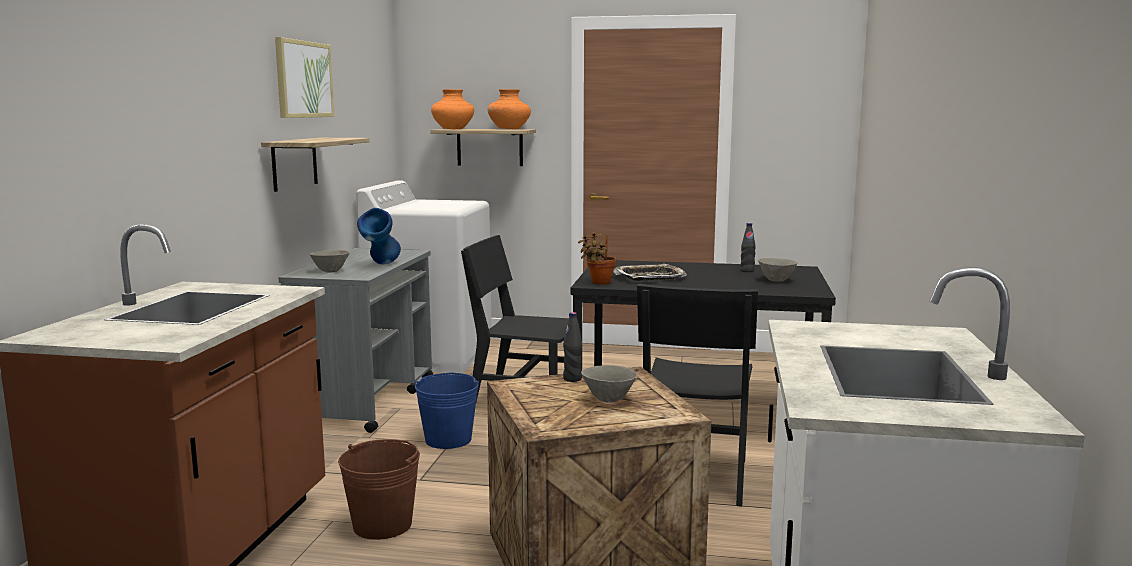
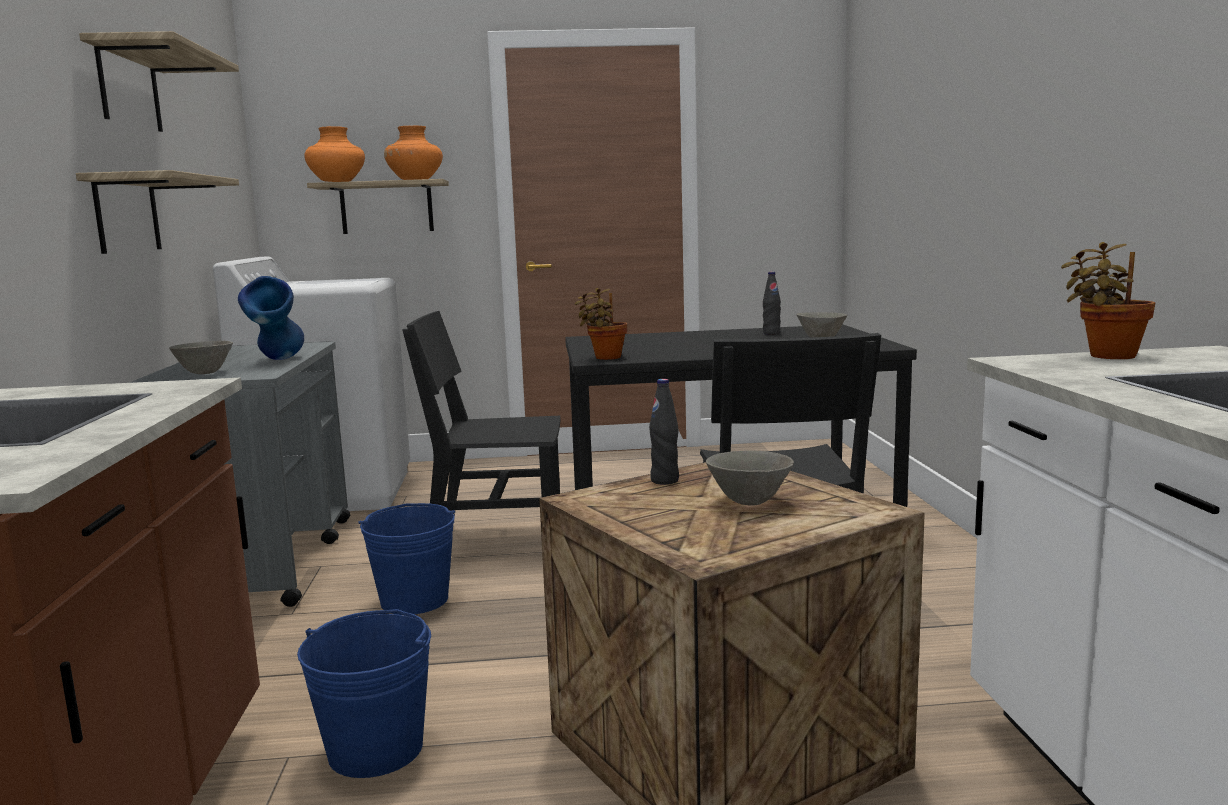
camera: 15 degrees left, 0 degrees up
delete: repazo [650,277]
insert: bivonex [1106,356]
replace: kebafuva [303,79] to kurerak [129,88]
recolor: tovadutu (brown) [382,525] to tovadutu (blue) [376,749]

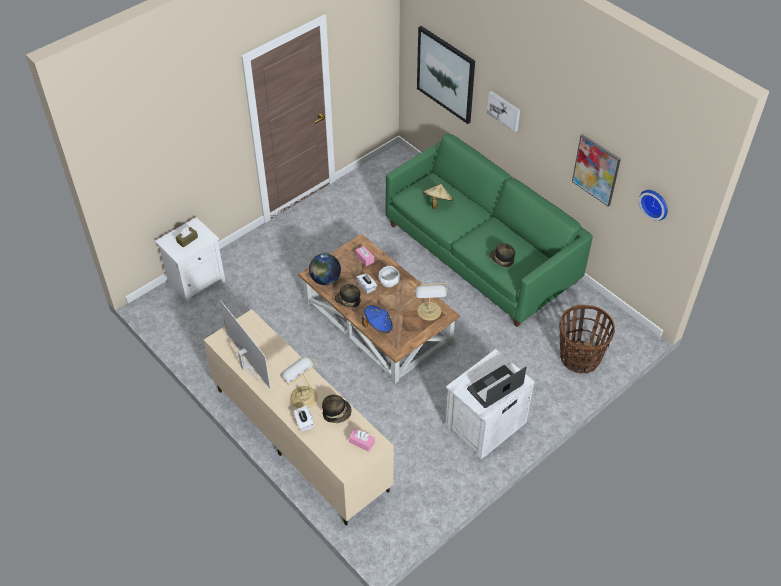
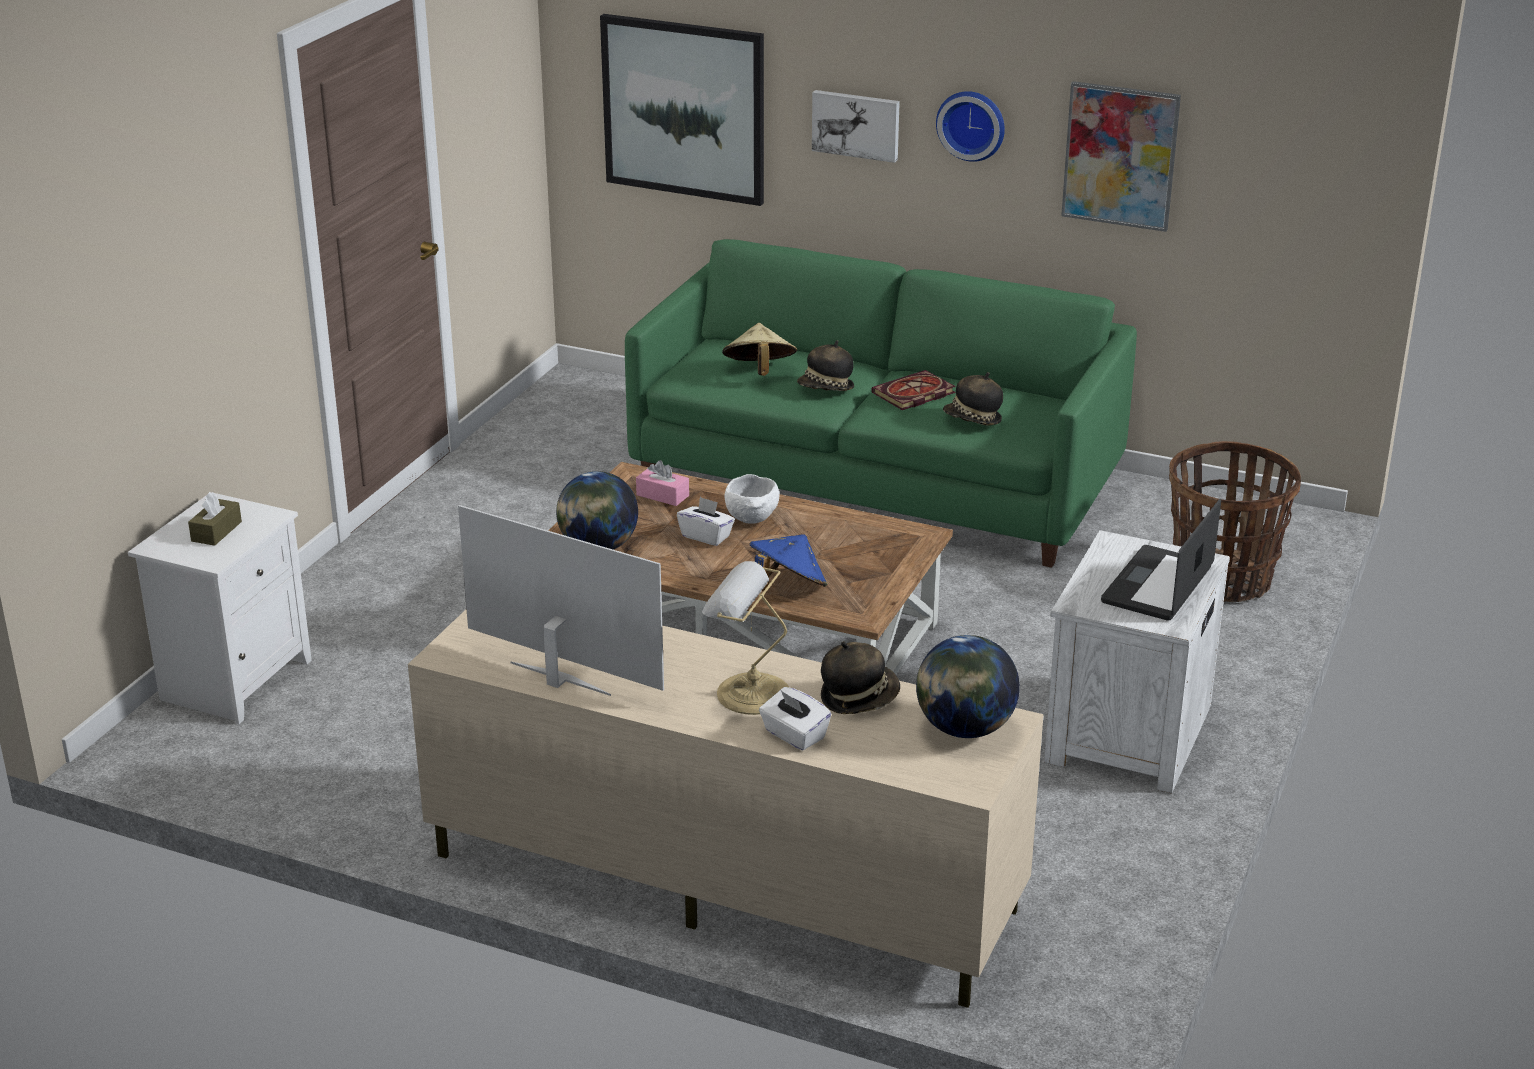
camera: 25 degrees left, 20 degrees down
delete: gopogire [429,312]
insert: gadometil [913,394]
move: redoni [348,301] to [826,389]; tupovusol [655,203] to [972,124]
replace: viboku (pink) [361,442] to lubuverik [964,729]

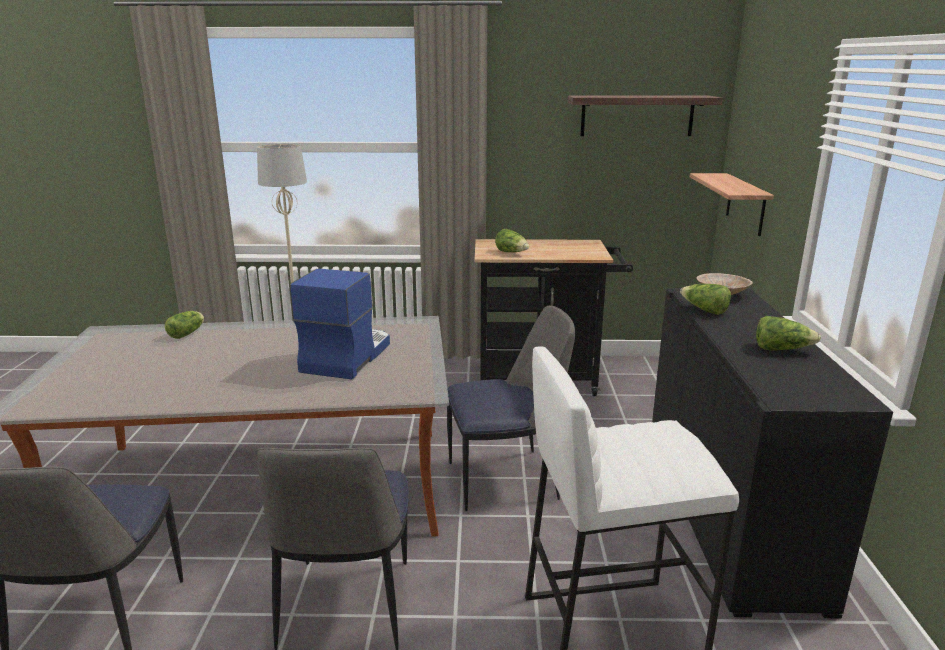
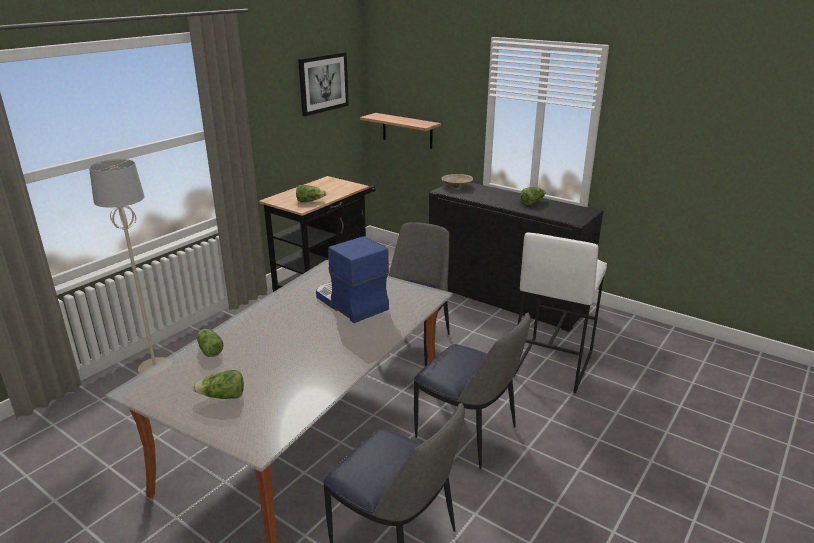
camera: 55 degrees left, 5 degrees up
move: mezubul [704,310] to [223,397]
replace: kurerak [637,116] to kebafuva [323,83]

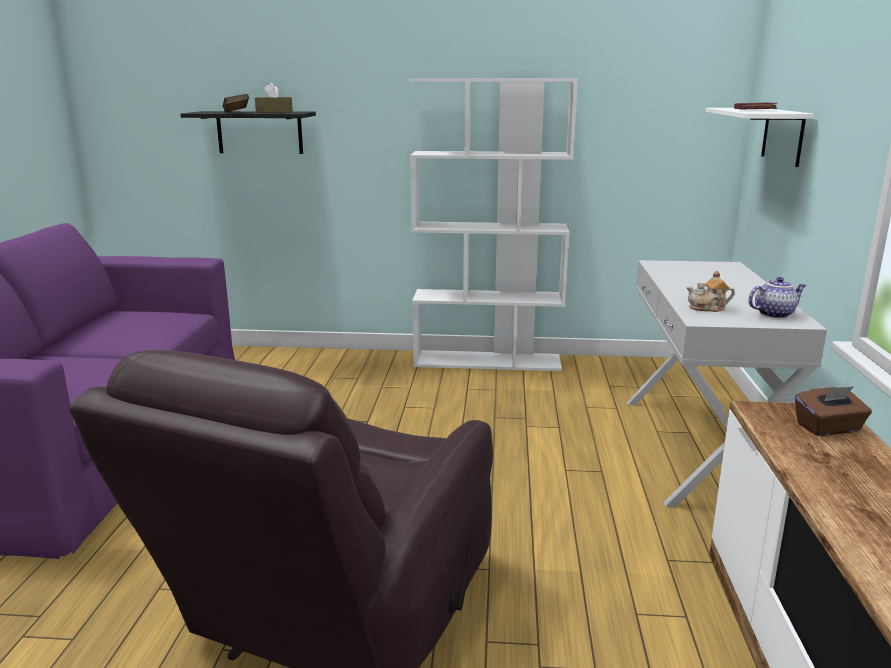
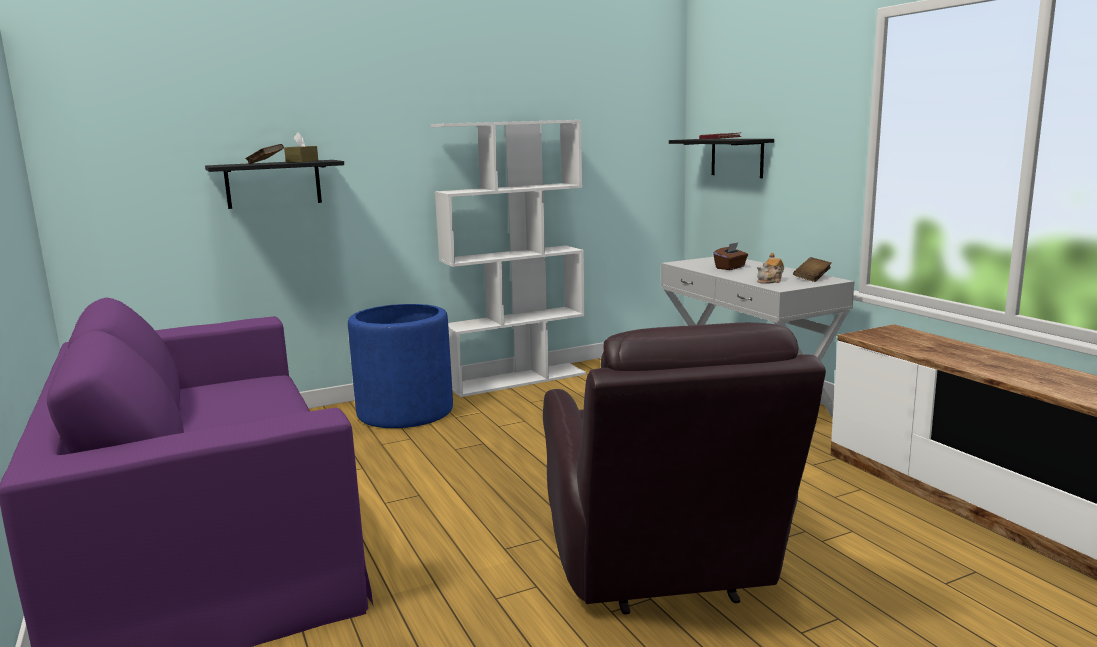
camera: 30 degrees left, 5 degrees down
insert: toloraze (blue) [405,412]
move: viboku (brown) [828,428] to [730,268]
replace: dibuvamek [774,314] to gadometil (brown) [812,278]
recolor: kurerak (white) [783,136] to kurerak (black) [737,157]

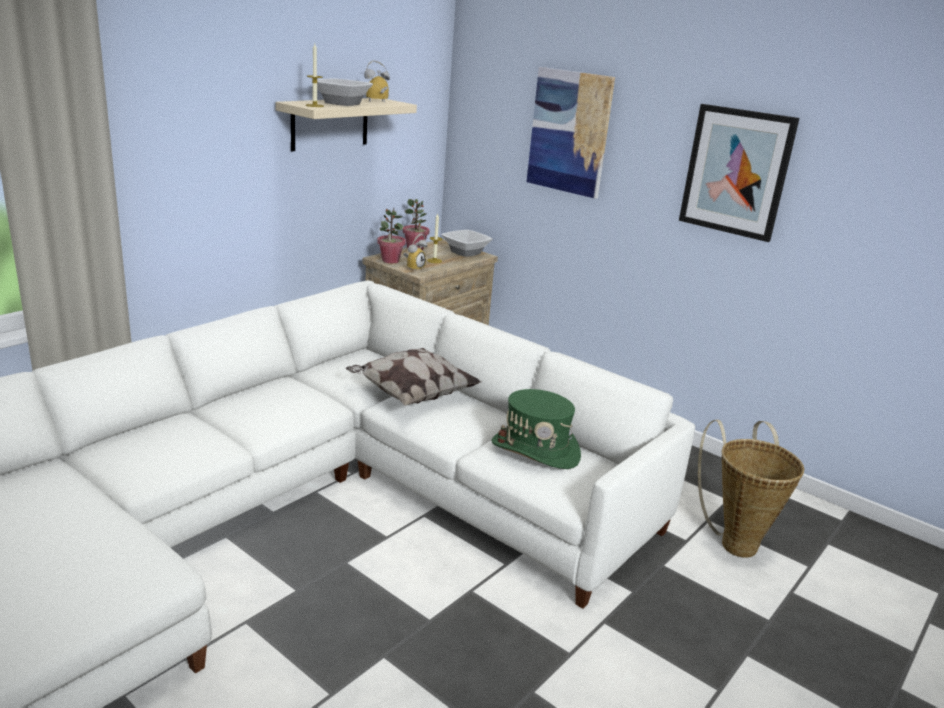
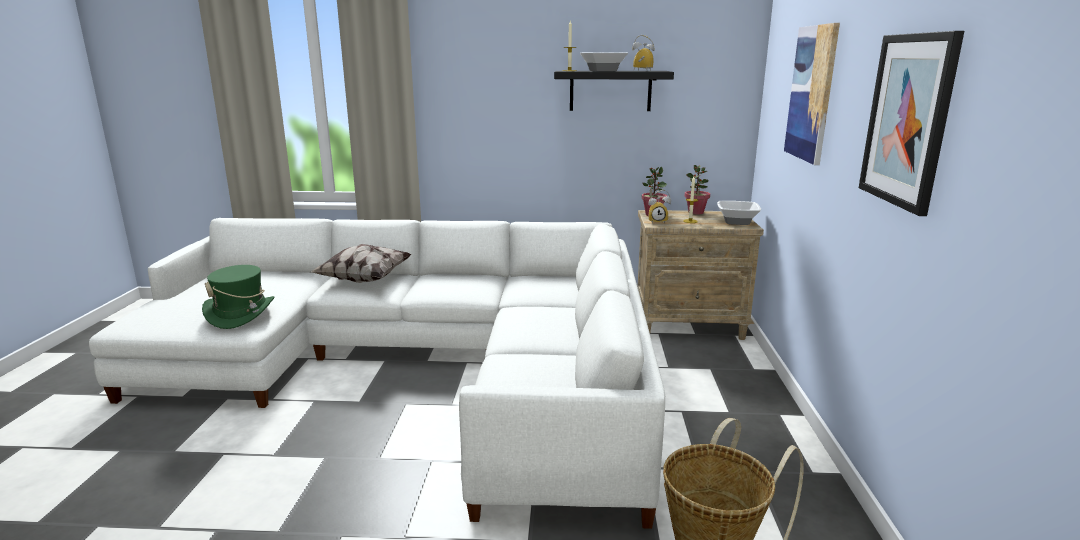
camera: 55 degrees right, 5 degrees down
move: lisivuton [411,395] to [364,279]; redoni (green) [535,450] to [241,314]
recolor: kurerak (beige) [330,123] to kurerak (black) [610,90]

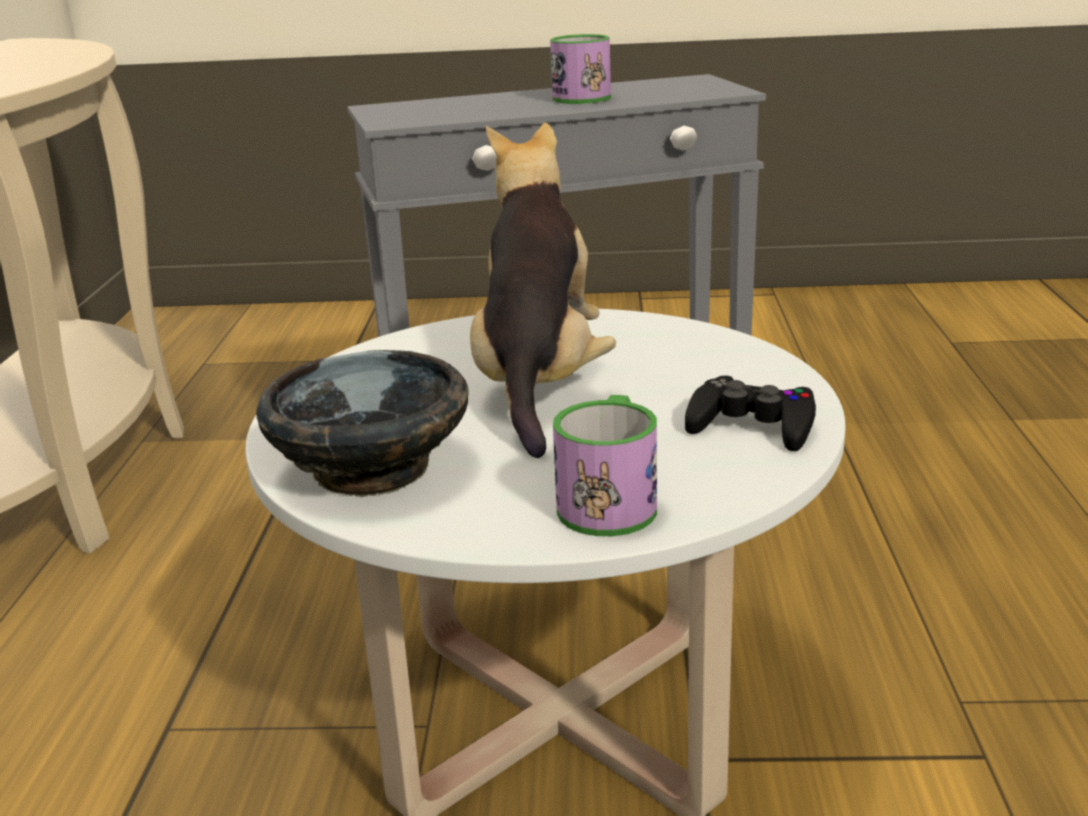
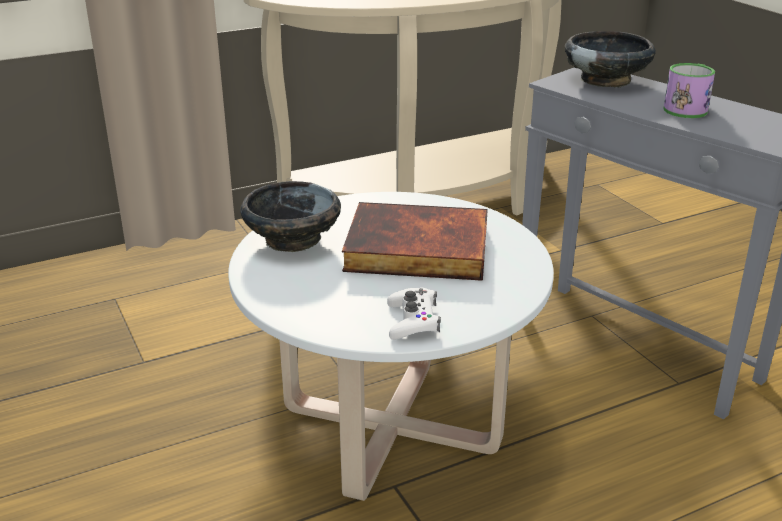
camera: 60 degrees right, 5 degrees up
delete: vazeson [610,500]
insert: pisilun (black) [606,80]
replace: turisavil [539,383] to gadometil [416,250]
recolor: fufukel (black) [752,425] to fufukel (white) [413,320]

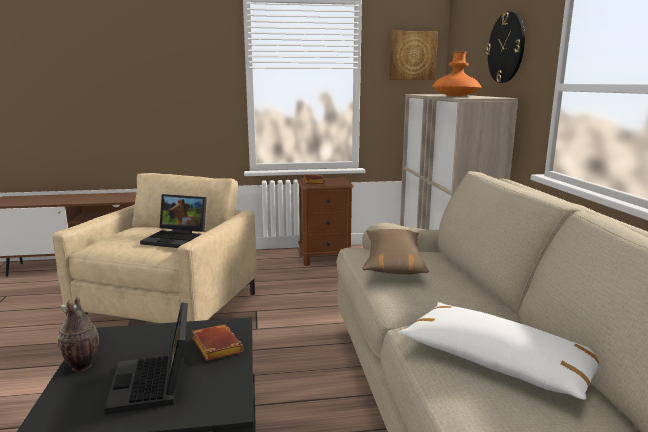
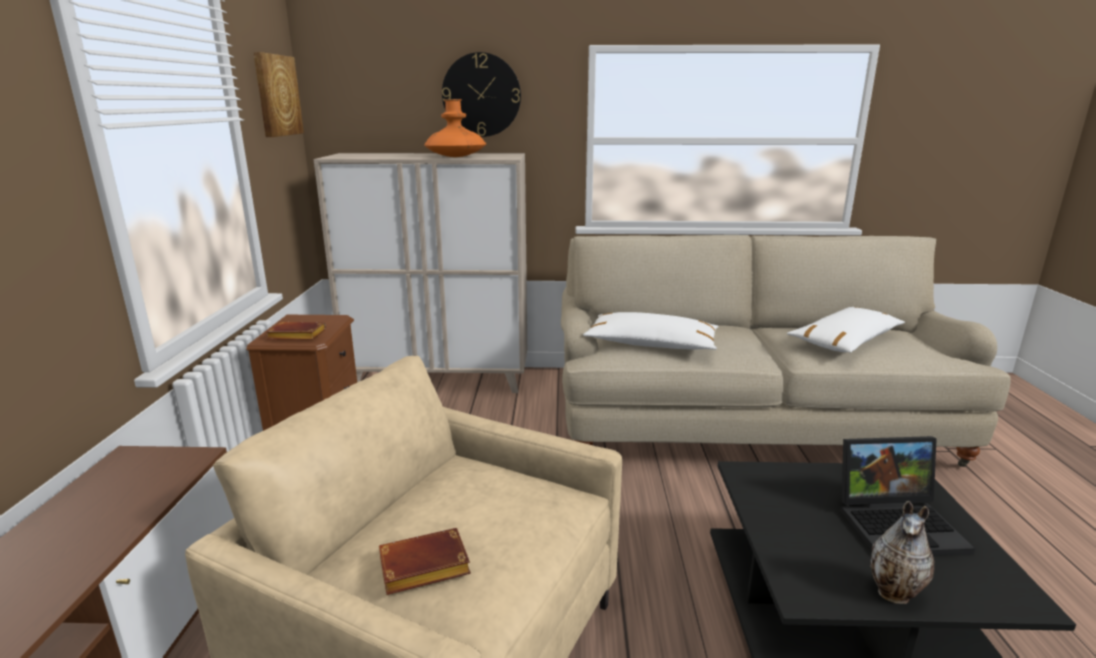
camera: 80 degrees left, 5 degrees up
delete: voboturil [178,239]
move: gadometil (brown) [215,346] to [422,569]
recolor: lisivuton (brown) [393,262] to lisivuton (white) [651,344]

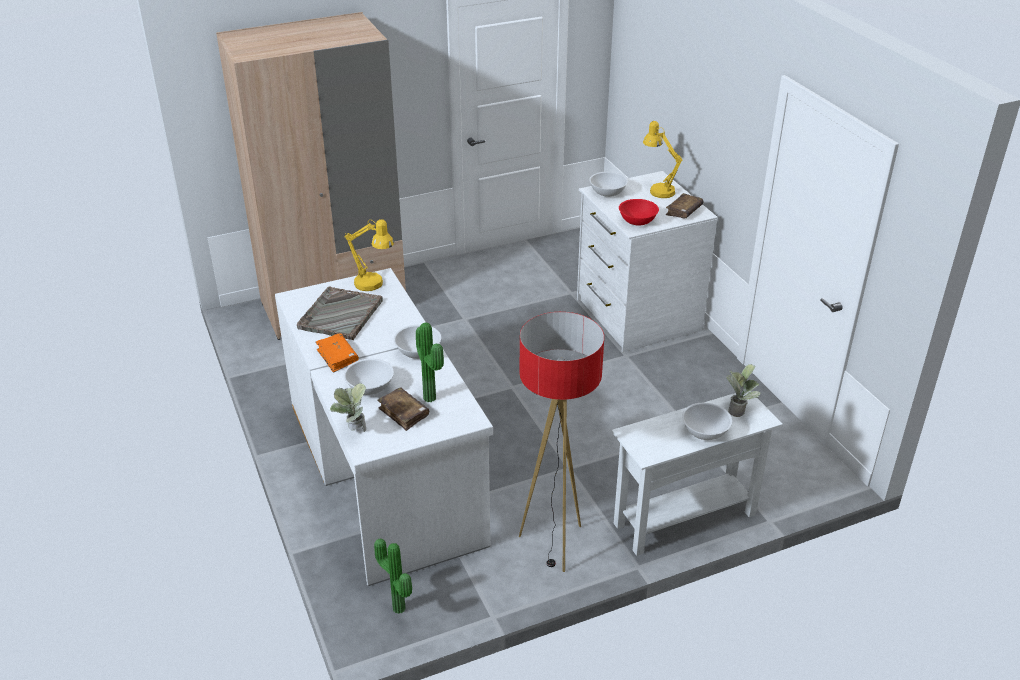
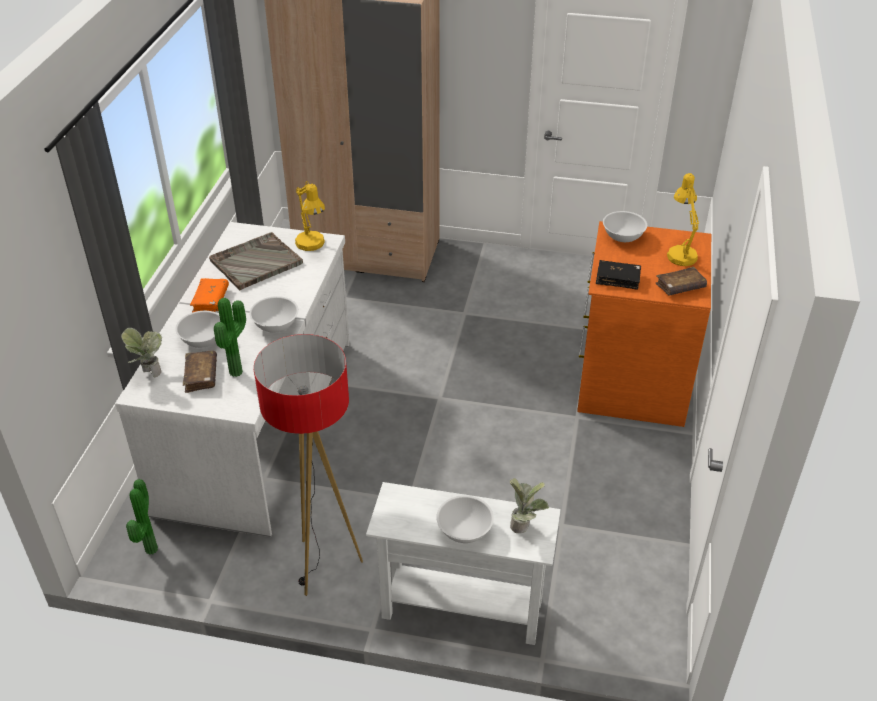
camera: 35 degrees right, 5 degrees up
replace: pisilun (red) [638,221] to gadometil (black) [618,279]
recolor: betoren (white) [636,315] to betoren (orange) [631,380]

